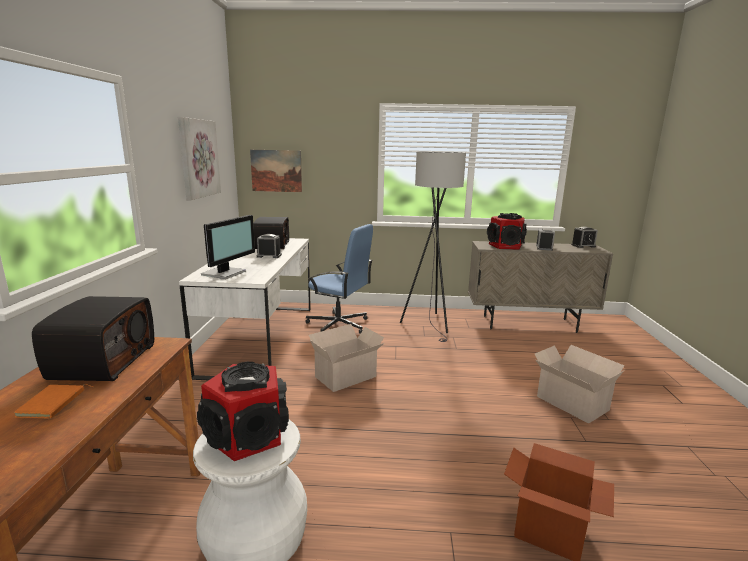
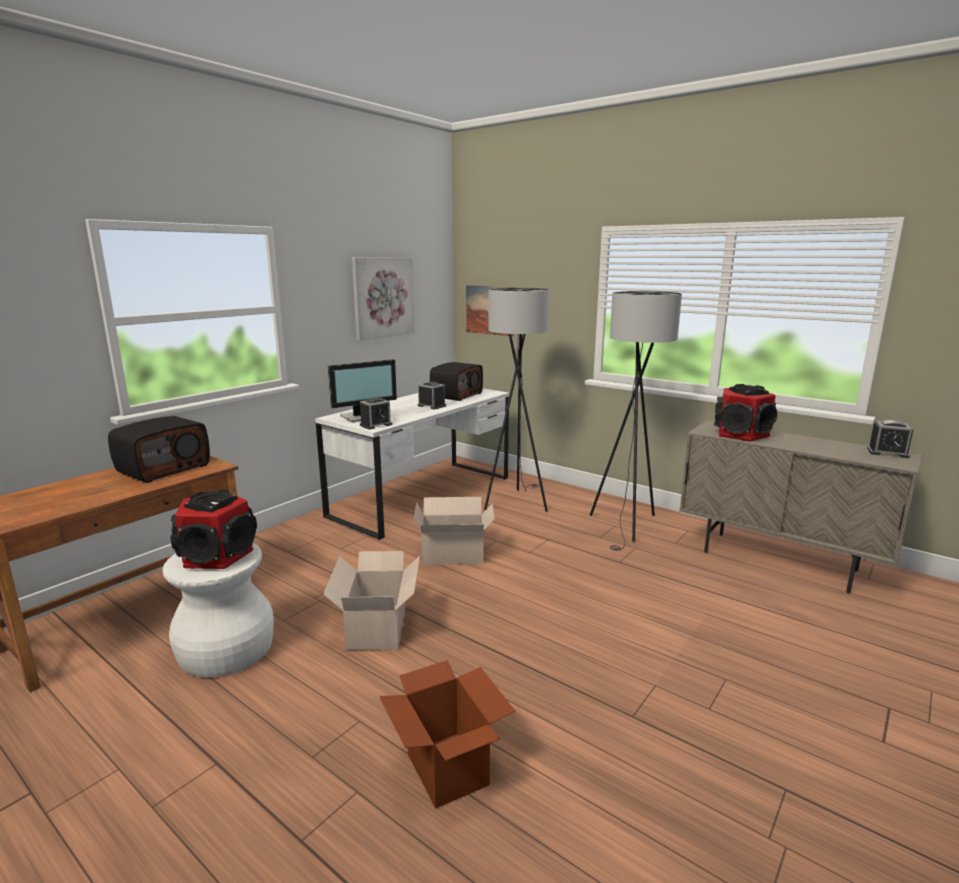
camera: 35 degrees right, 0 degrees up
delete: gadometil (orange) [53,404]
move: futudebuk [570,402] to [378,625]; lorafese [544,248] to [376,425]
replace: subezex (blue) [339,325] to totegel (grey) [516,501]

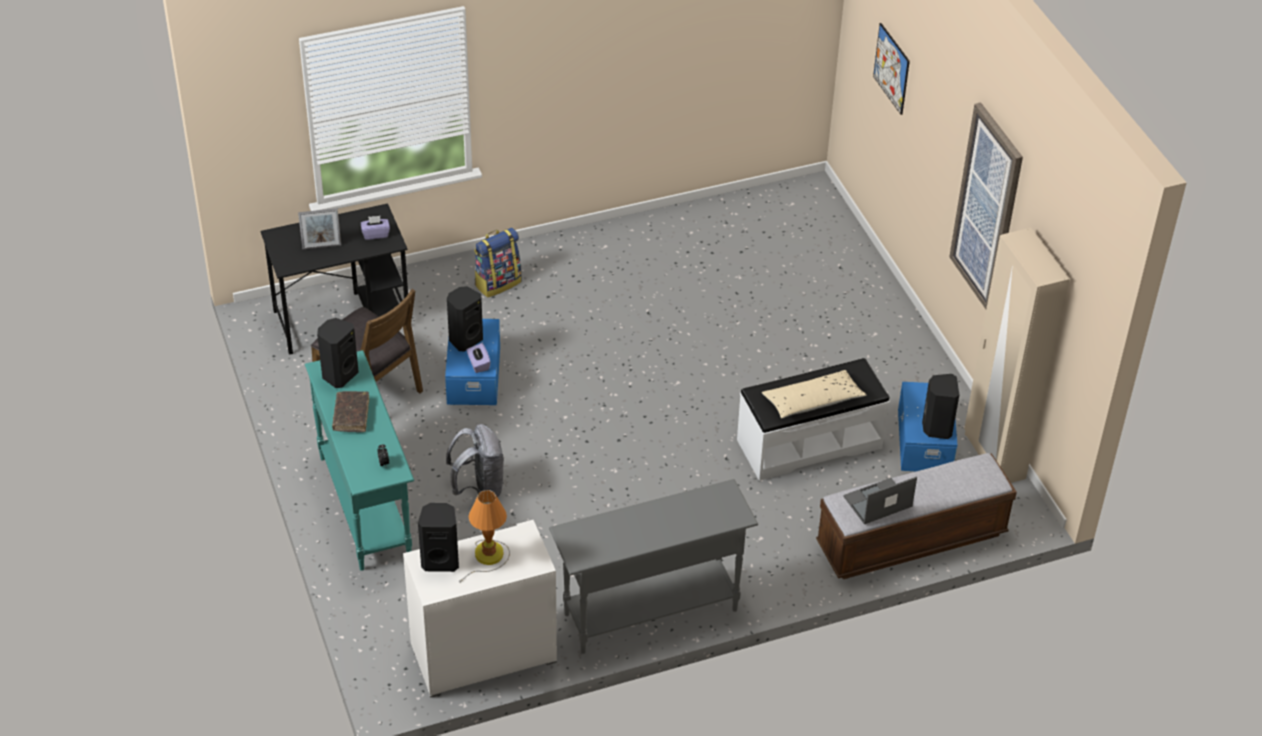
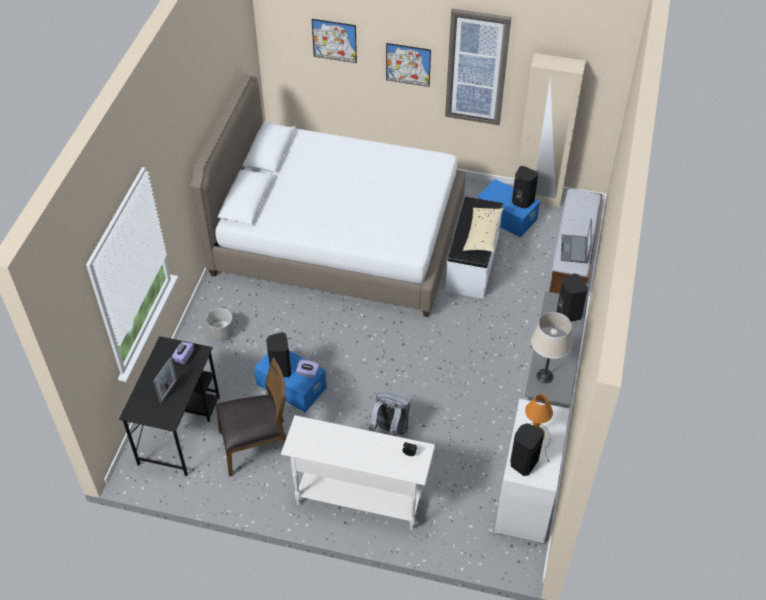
camera: 55 degrees left, 5 degrees up
delete: gadometil (brown) [351,415]
insert: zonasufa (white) [338,239]; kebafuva [408,64]; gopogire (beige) [545,376]
move: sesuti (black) [339,375] to [567,313]
replace: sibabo [497,283] to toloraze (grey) [221,333]
recolor: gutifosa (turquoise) [365,506] to gutifosa (white) [359,500]

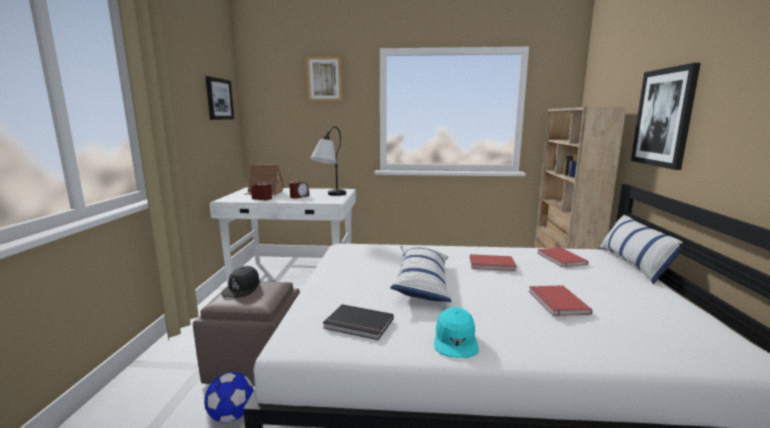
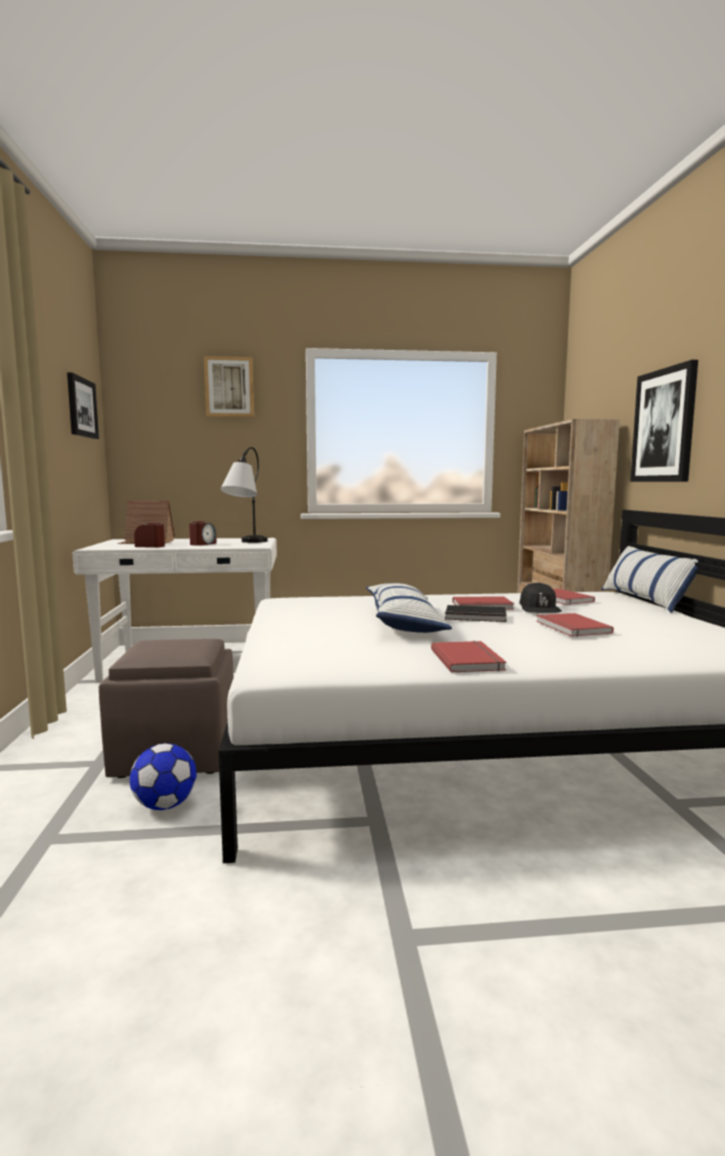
camera: 10 degrees left, 5 degrees down
move: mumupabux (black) [242,288] to [539,608]; gadometil (black) [358,325] to [475,617]
replace: mumupabux (turquoise) [455,340] to gadometil (red) [469,659]

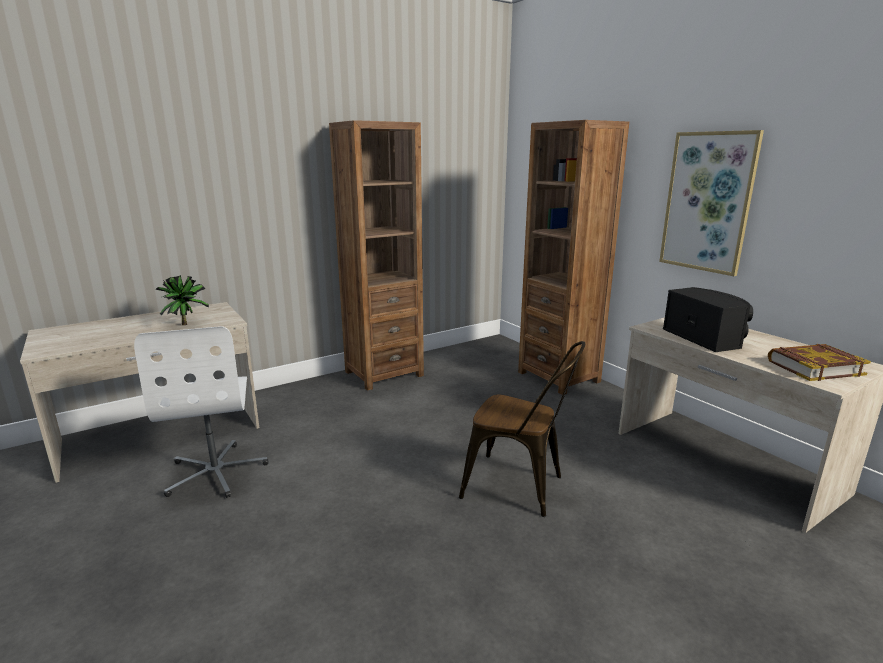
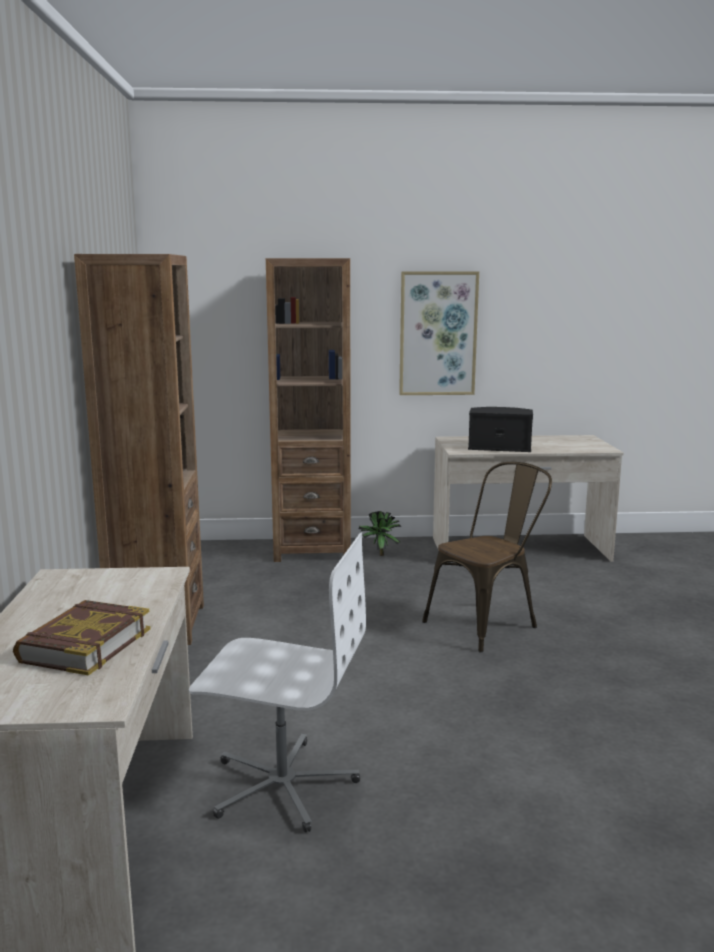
camera: 60 degrees left, 5 degrees down
move: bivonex [186,324] to [378,555]; gadometil [814,367] to [84,645]

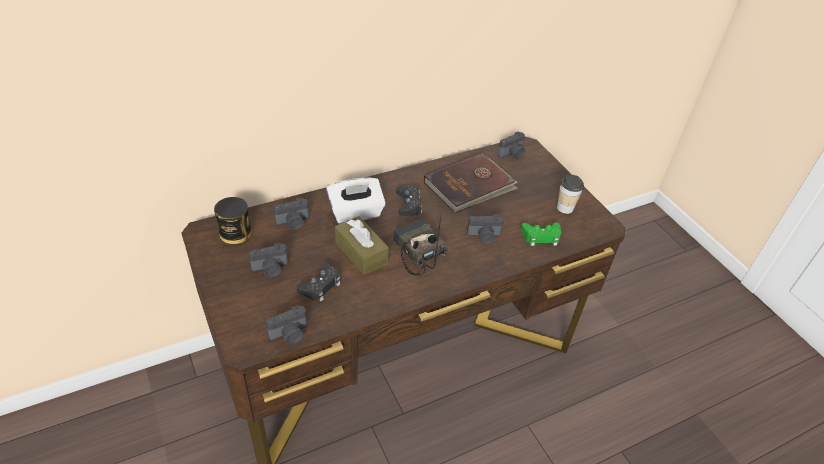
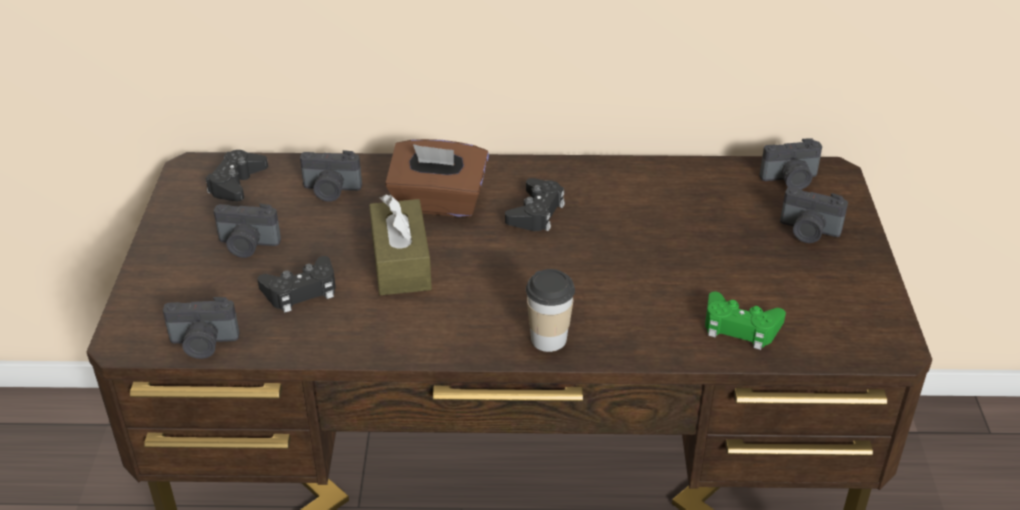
camera: 30 degrees right, 5 degrees down
delete: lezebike [417,251]; gadometil (brown) [470,186]
move: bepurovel [484,237] to [808,232]; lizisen [565,208] to [548,339]
replace: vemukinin [235,233] to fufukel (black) [237,183]
recolor: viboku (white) [356,213] to viboku (brown) [438,203]

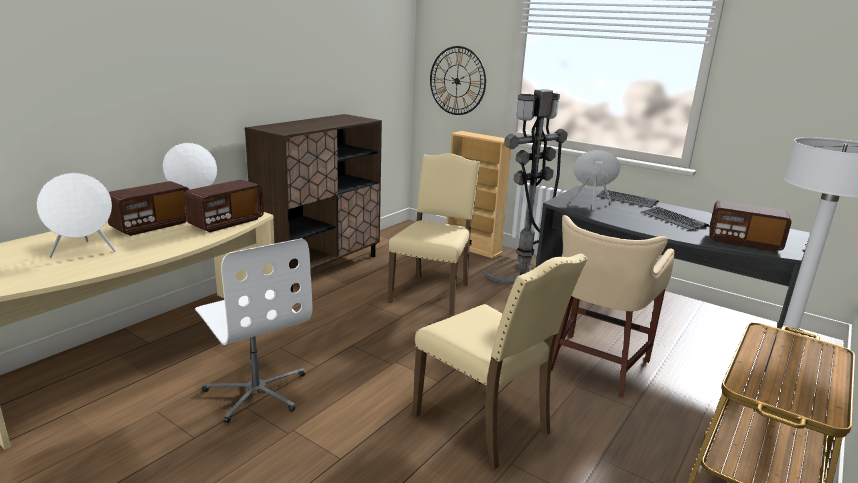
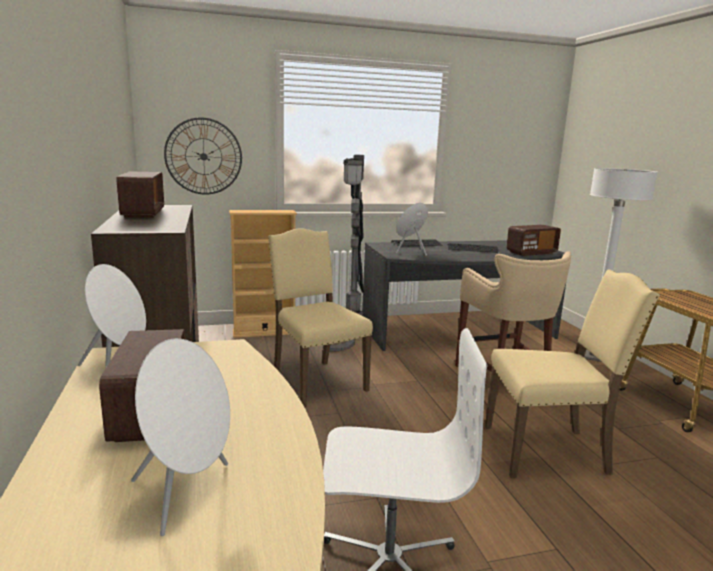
camera: 50 degrees left, 5 degrees down
move: lezebike [226,222] to [143,213]

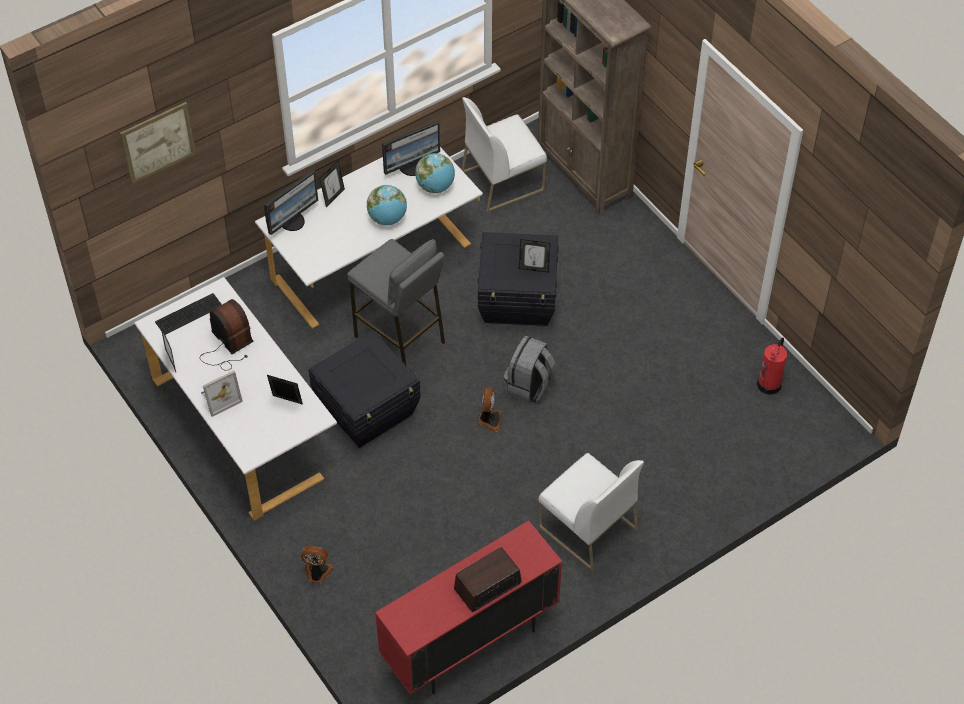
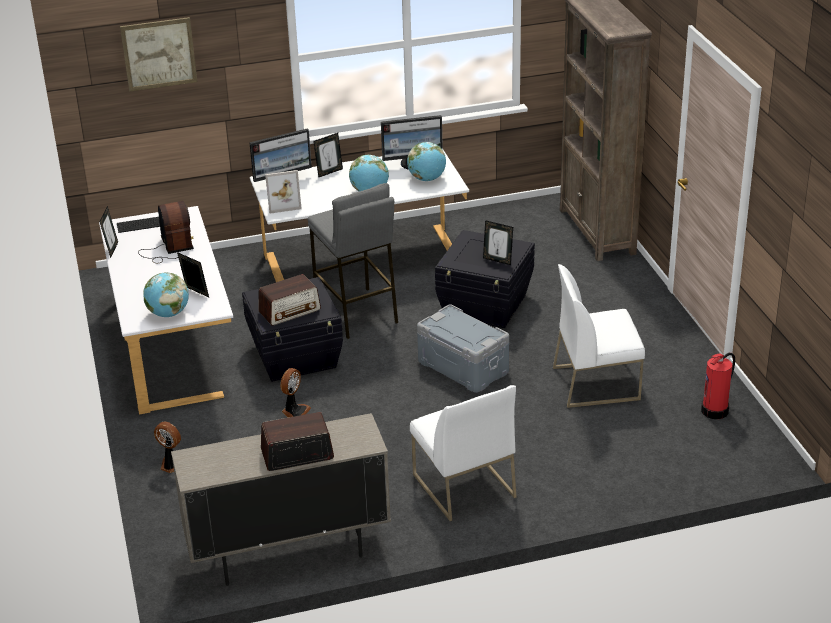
camera: 20 degrees right, 20 degrees down
insert: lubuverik [168,313]; lezebike [290,311]
move: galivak [219,397] to [283,204]; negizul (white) [503,181] to [596,383]; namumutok [489,419] to [294,412]
replace: sibabo (grey) [529,386] to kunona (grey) [462,367]
recolor: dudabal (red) [469,644] to dudabal (beige) [288,553]

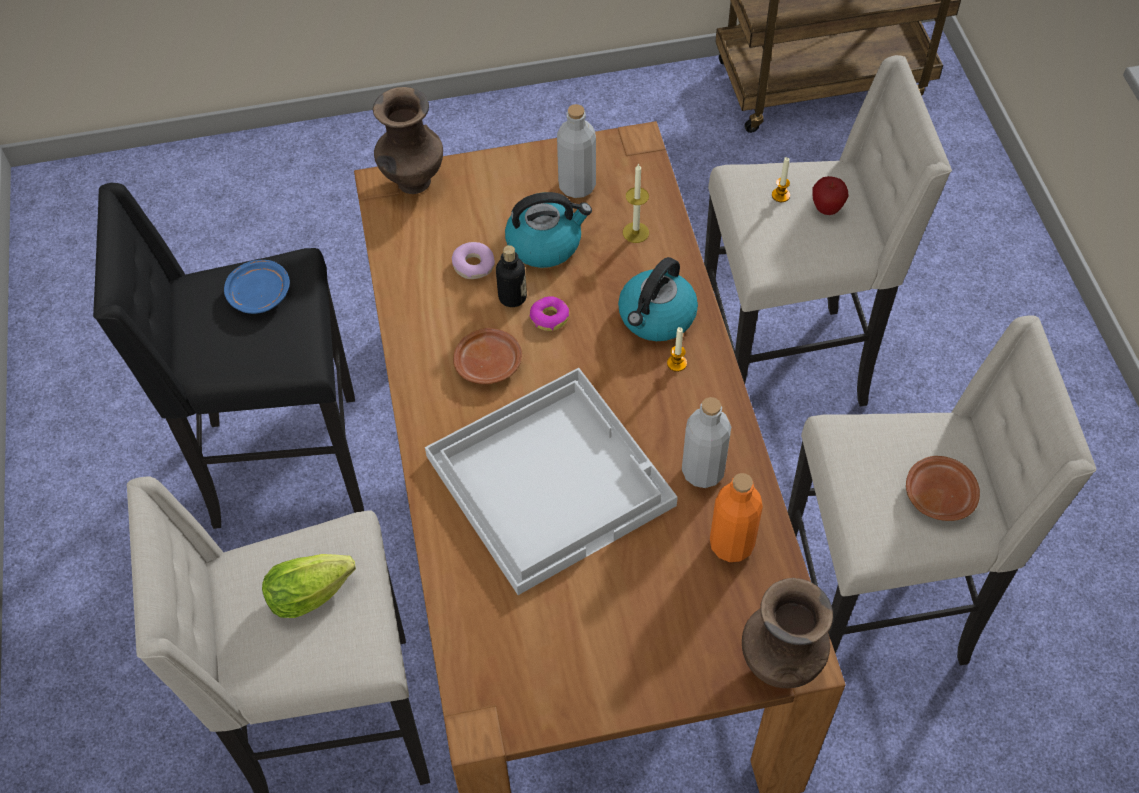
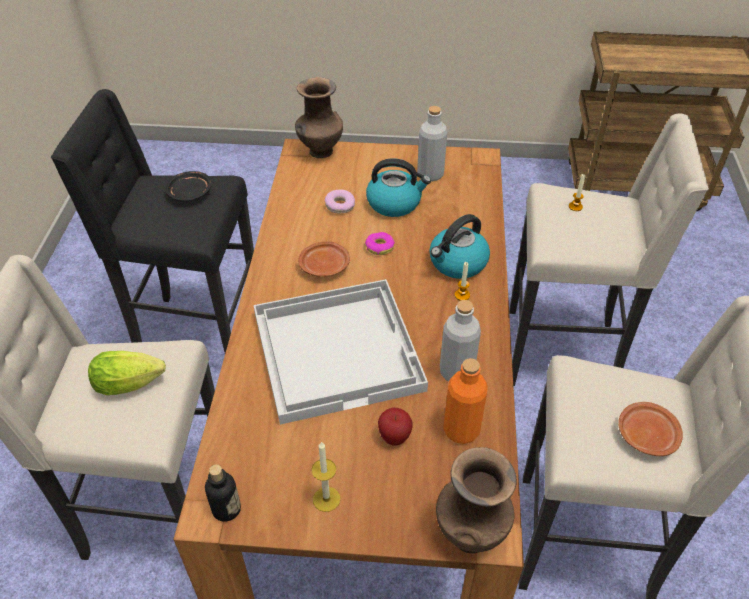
camera: 15 degrees right, 10 degrees down
move: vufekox [512,297] to [226,509]; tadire [635,232] to [326,499]; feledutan [826,209] to [394,438]
recolor: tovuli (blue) [259,293] to tovuli (black) [190,192]

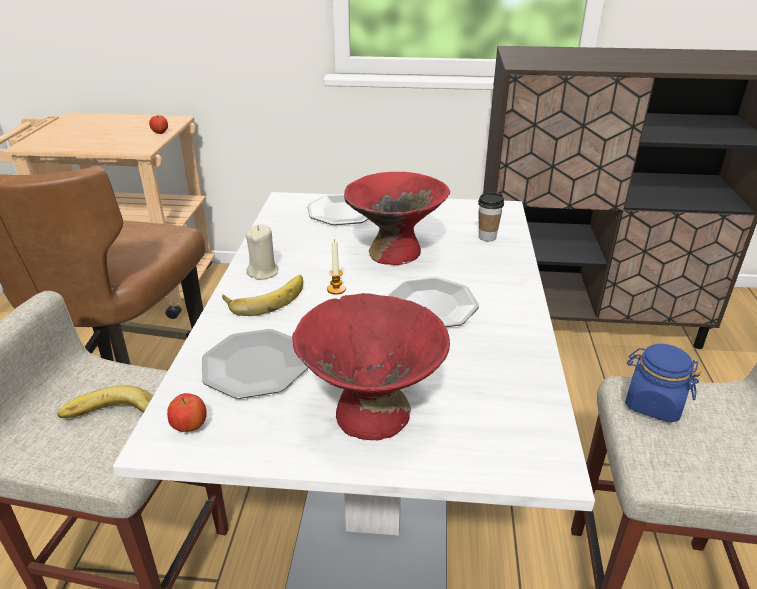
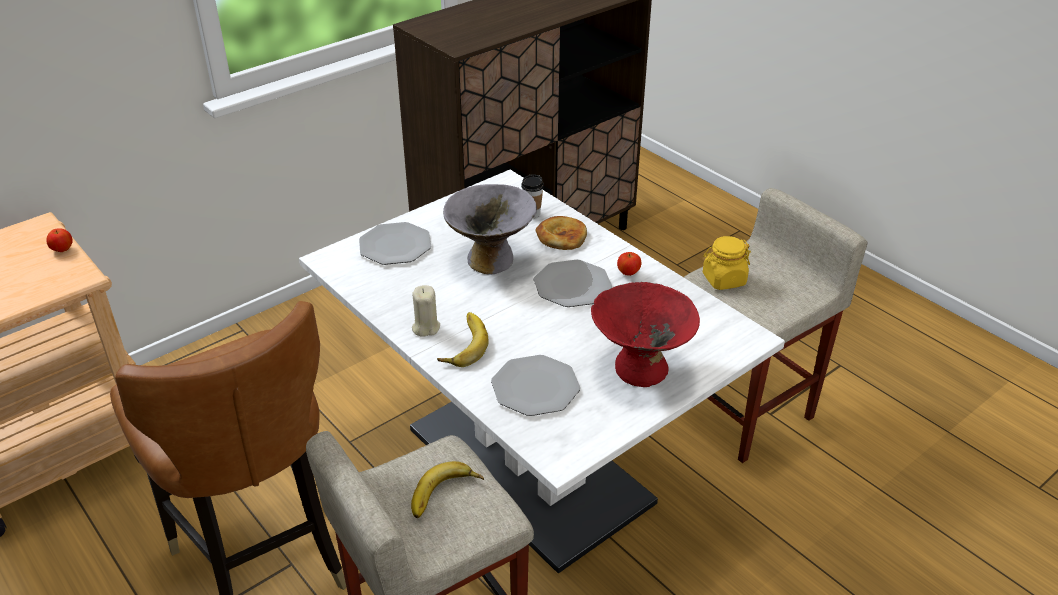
camera: 45 degrees left, 5 degrees up
delete: tadire [336,289]
insert: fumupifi [561,236]
move: feledutan [190,427] to [628,273]
recolor: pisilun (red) [395,252] to pisilun (grey) [491,260]; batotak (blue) [653,403] to batotak (yellow) [723,280]

